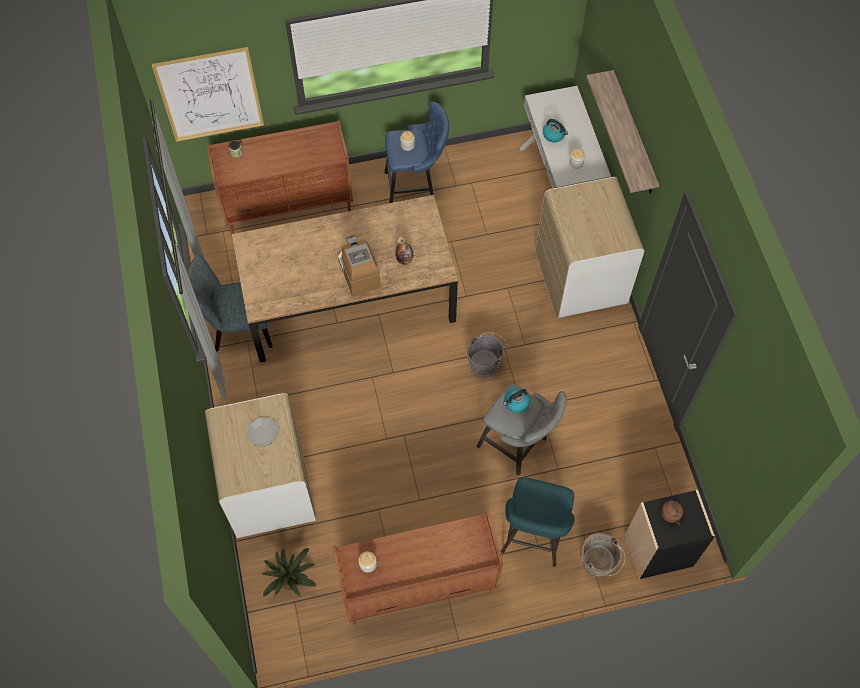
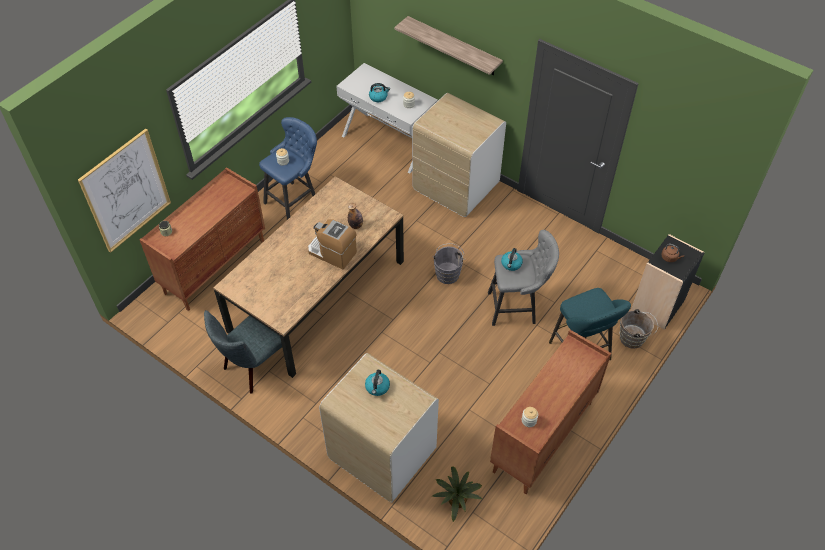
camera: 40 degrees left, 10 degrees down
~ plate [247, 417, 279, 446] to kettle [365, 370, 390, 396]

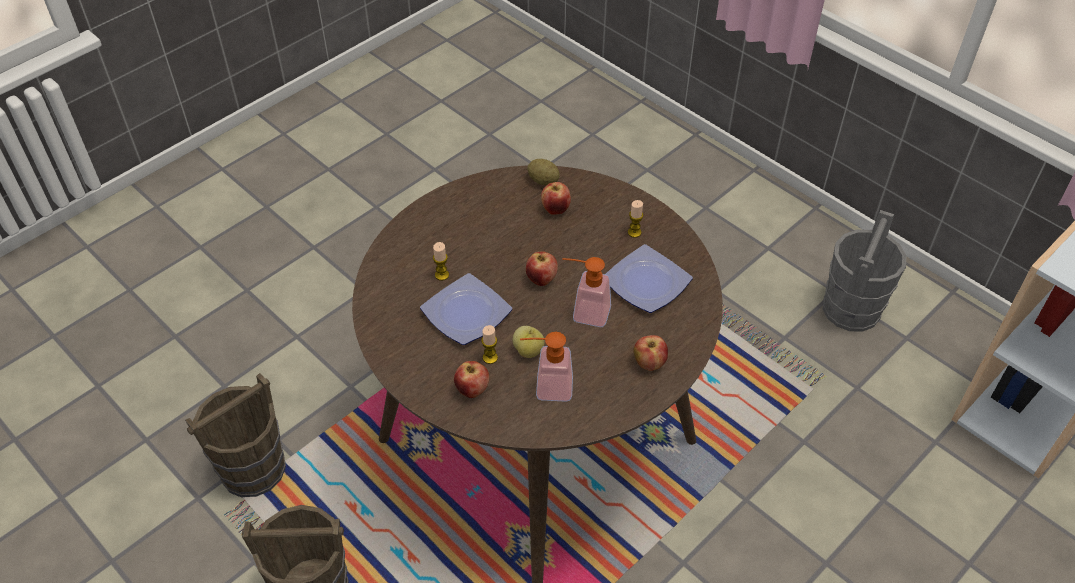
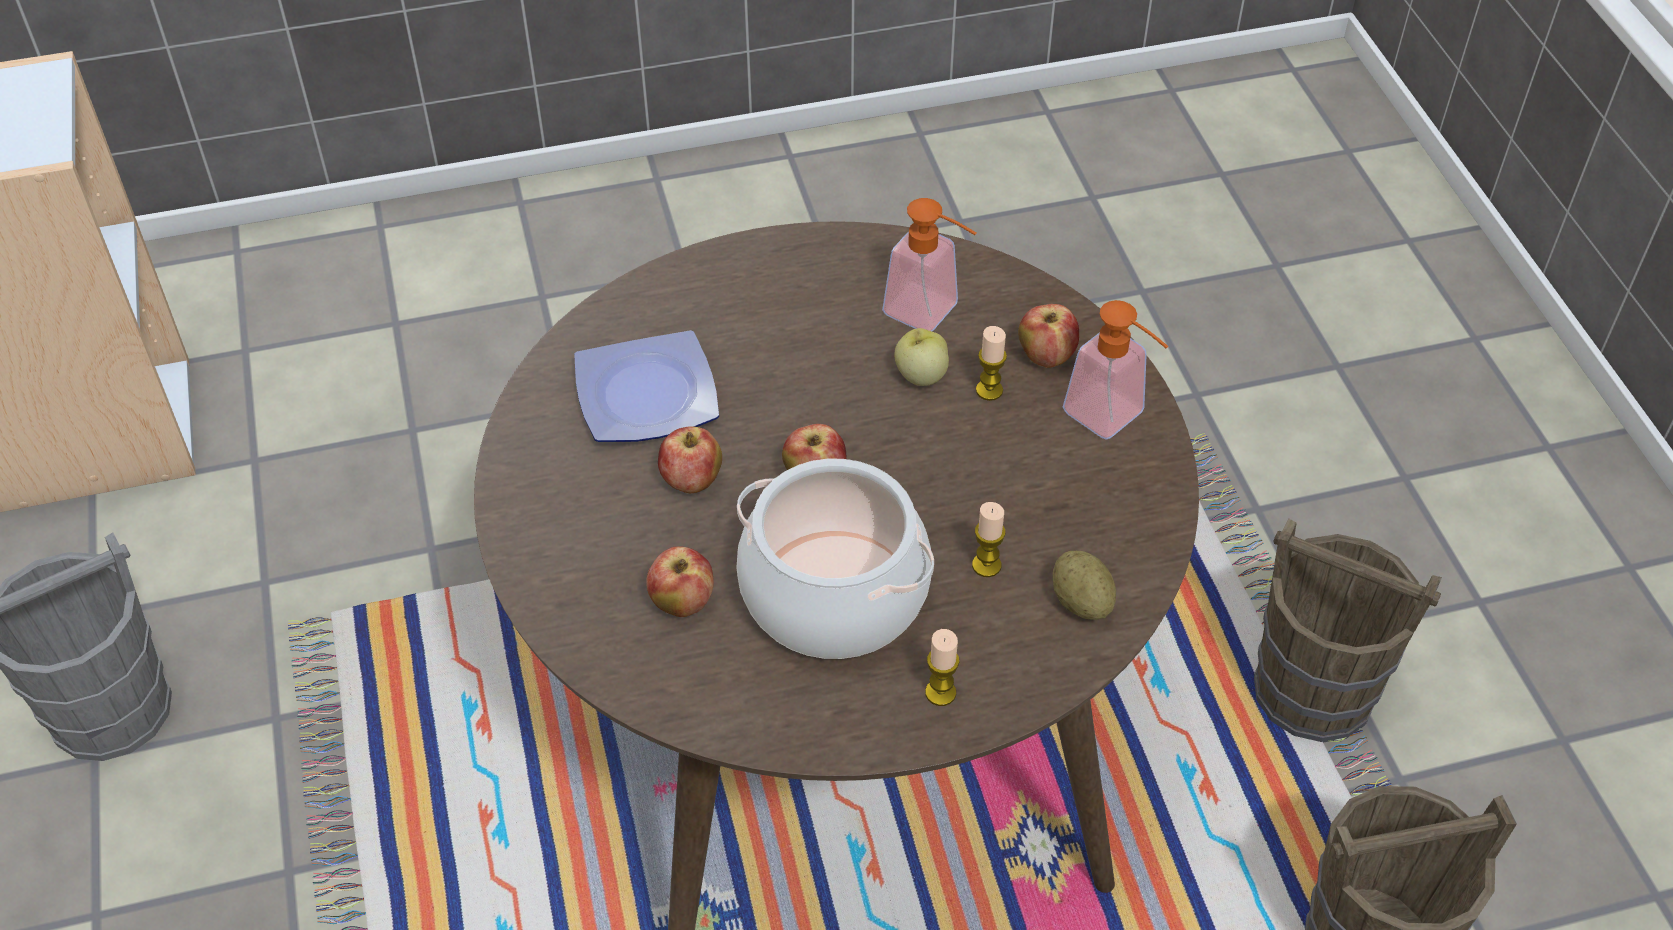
camera: 150 degrees left, 0 degrees up
- plate [420, 273, 512, 345]
~ potato [527, 159, 560, 185] to [1053, 551, 1116, 620]
~ soap dispenser [562, 257, 611, 327] to [1063, 300, 1169, 440]
~ candle [628, 200, 643, 238] to [925, 629, 960, 706]
~ apple [633, 335, 668, 371] to [658, 426, 722, 493]
+ cooking pot [736, 458, 934, 659]

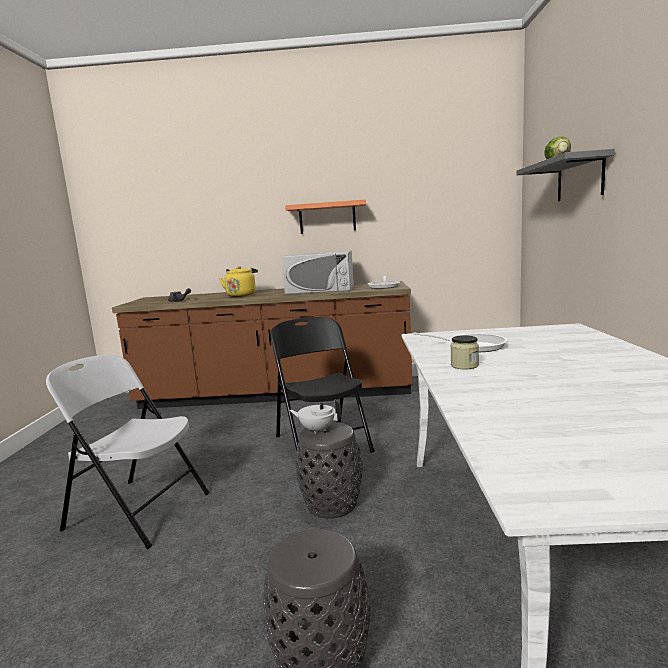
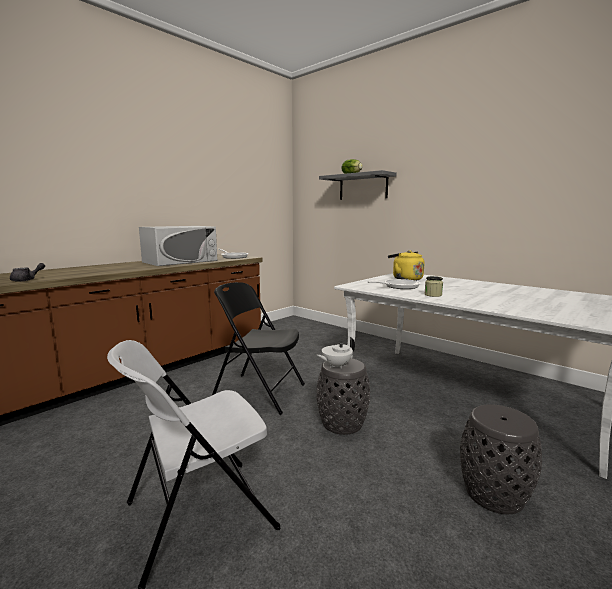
camera: 50 degrees left, 0 degrees up
~ kettle/yellow [219, 266, 258, 297] to [388, 250, 425, 281]
- shelf [285, 199, 366, 234]

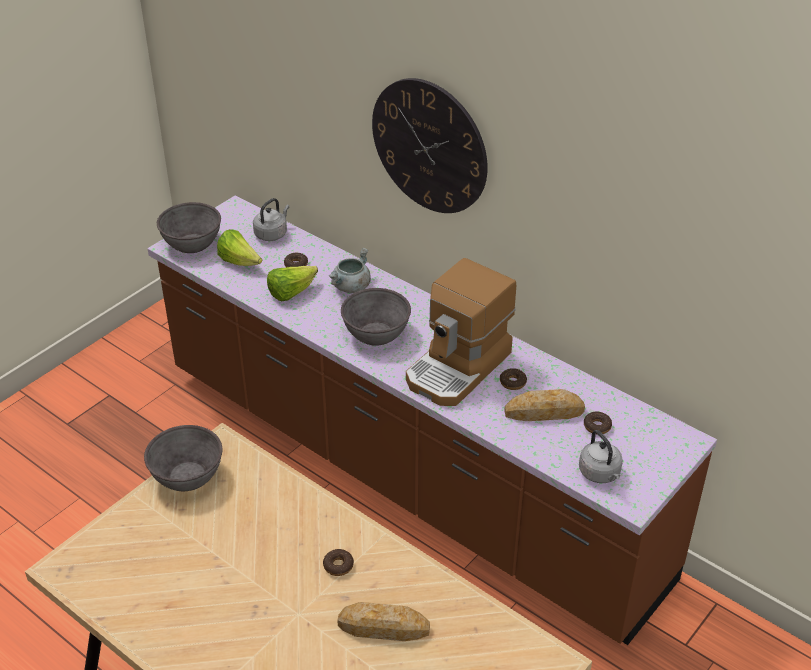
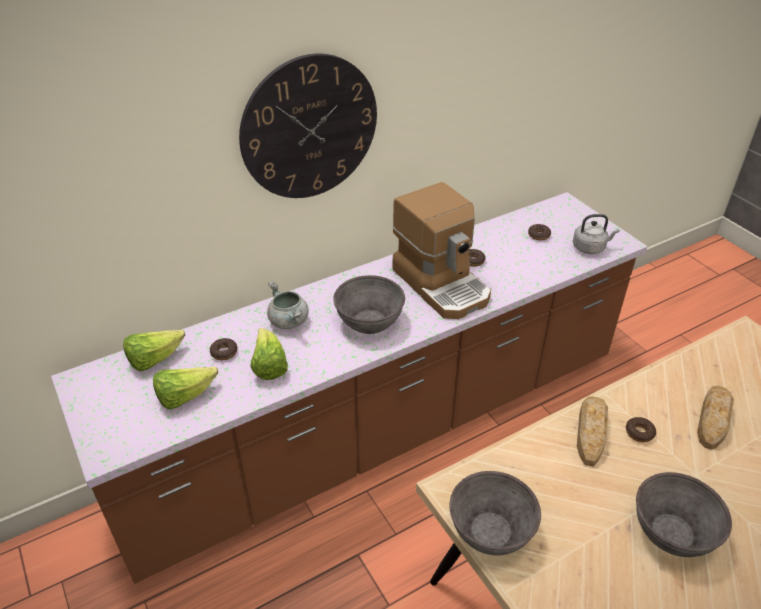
camera: 70 degrees left, 0 degrees up
~ bowl/grey [157, 202, 221, 253] to [636, 472, 732, 557]
~ kettle/grey [253, 198, 289, 241] to lettuce [123, 330, 185, 371]
~ bread [504, 389, 585, 421] to [577, 396, 608, 467]

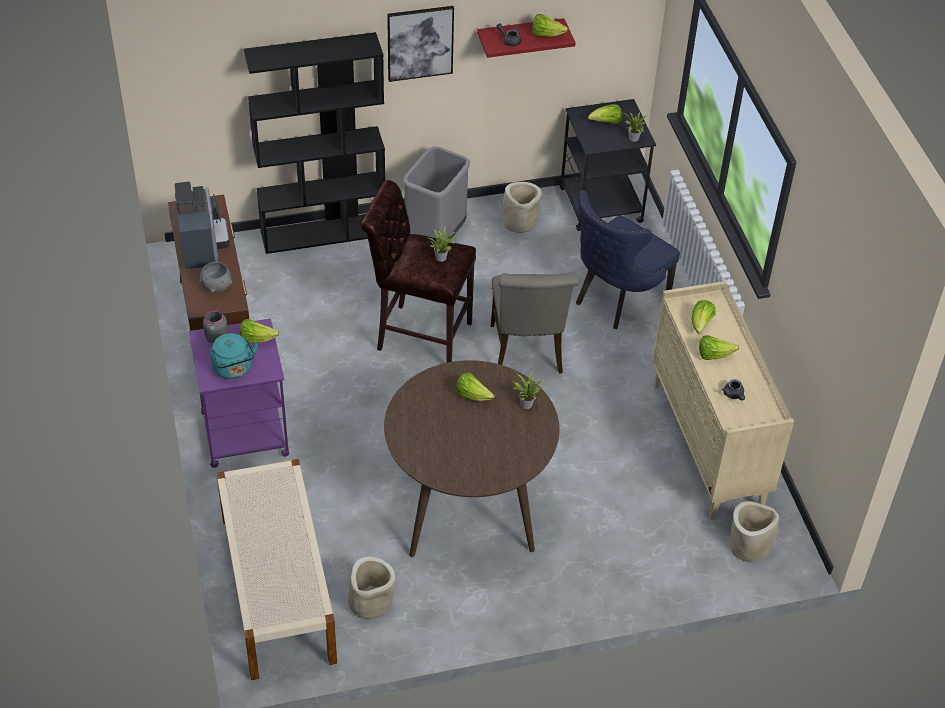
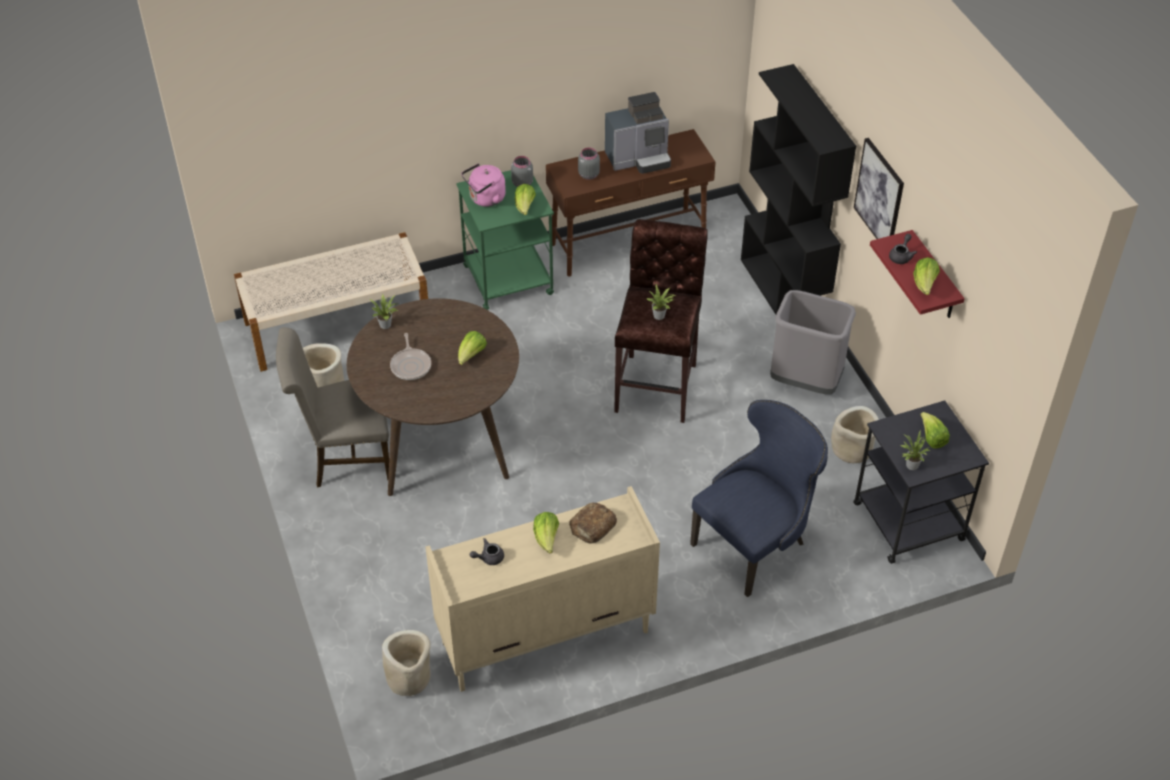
camera: 85 degrees right, 0 degrees up
~ cart/purple [189, 318, 290, 468] to cart/green [456, 170, 554, 310]
~ bowl/grey [200, 262, 233, 293] to jar/grey [578, 148, 600, 180]
~ kettle/turquoise [211, 333, 258, 379] to kettle/pink [461, 163, 506, 207]
~ chair/beige [490, 272, 579, 374] to [276, 327, 389, 488]
~ potted plant [513, 372, 545, 409] to [370, 294, 398, 329]
~ chair/blue [576, 190, 680, 329] = [690, 400, 828, 597] 105 degrees clockwise
~ lettuce [692, 300, 716, 334] to bread [569, 503, 617, 544]
+ frying pan [390, 333, 431, 380]

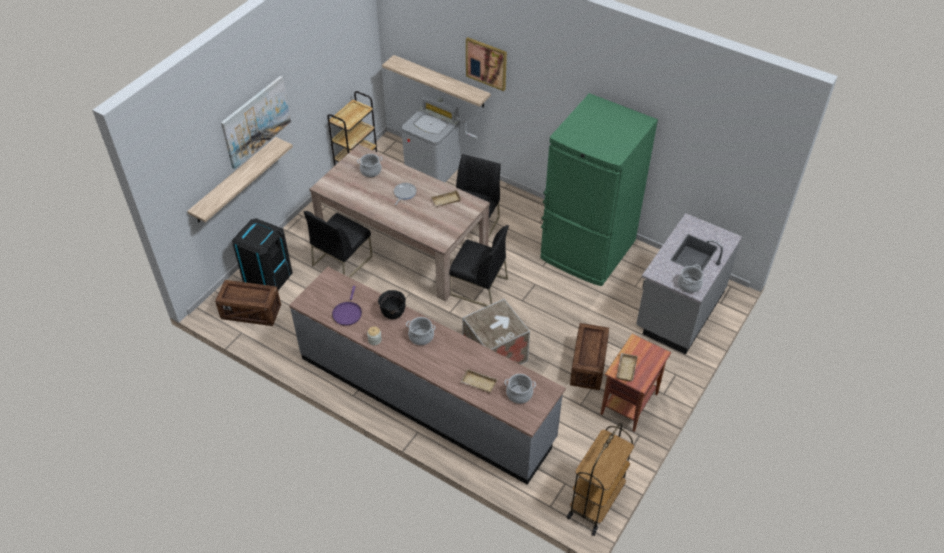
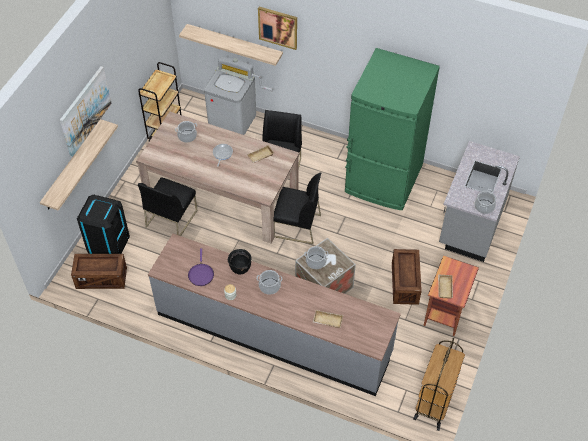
camera: 10 degrees left, 5 degrees up
~ cooking pot [504, 374, 536, 404] to [304, 246, 329, 269]

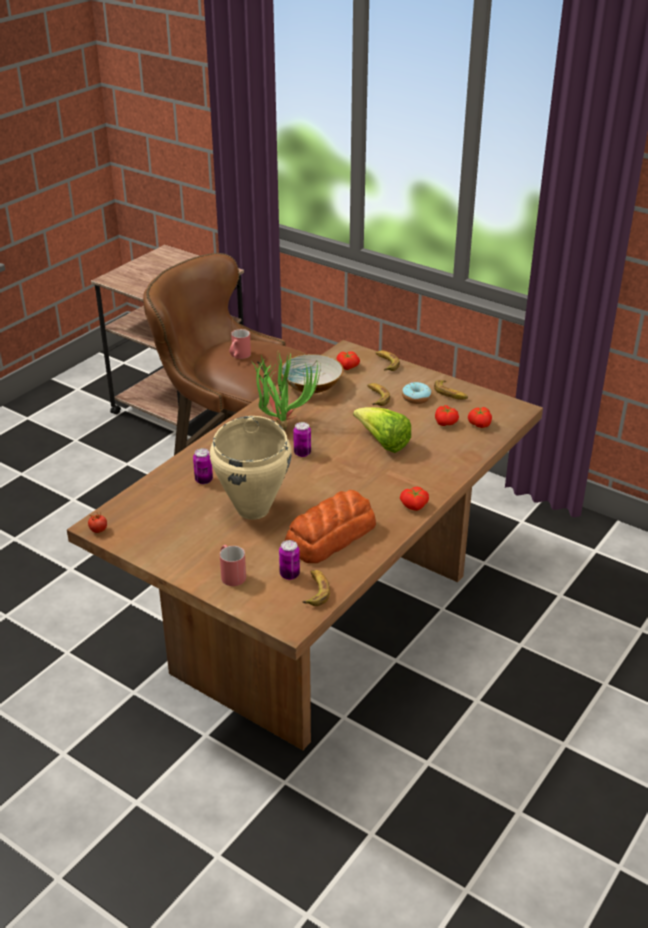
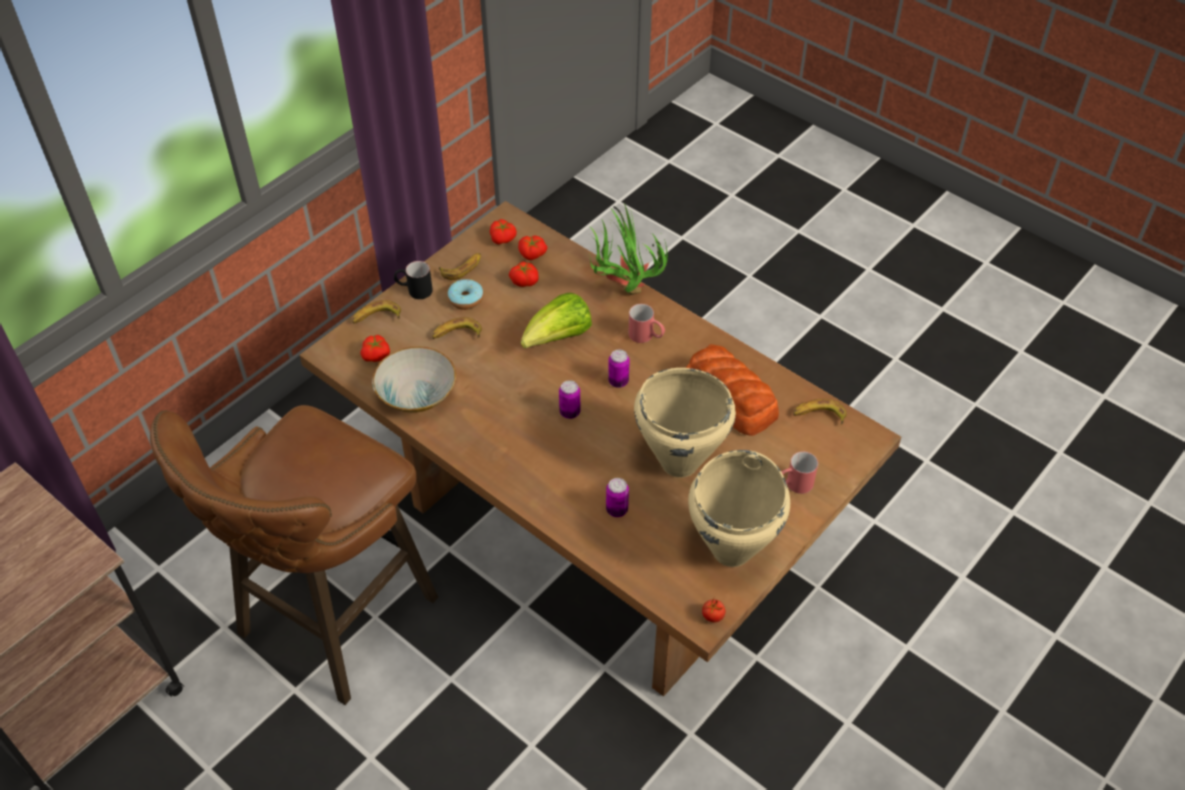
camera: 85 degrees left, 15 degrees up
~ mug/red [229, 329, 251, 359] to [628, 304, 665, 343]
~ potted plant [251, 352, 321, 429] to [589, 202, 668, 295]
~ can [279, 540, 300, 580] to [608, 350, 630, 388]
~ tomato [400, 487, 429, 511] to [490, 219, 517, 244]
+ mug/black [394, 261, 433, 299]
+ cooking pot/beige [688, 450, 790, 567]

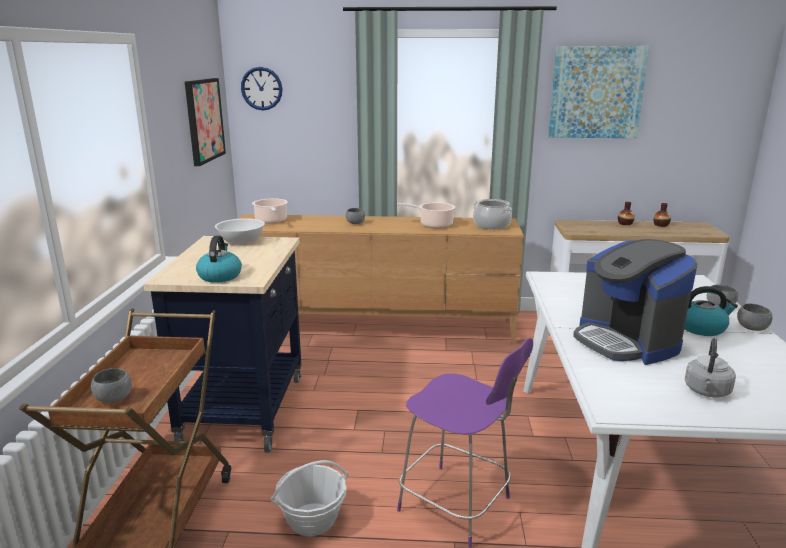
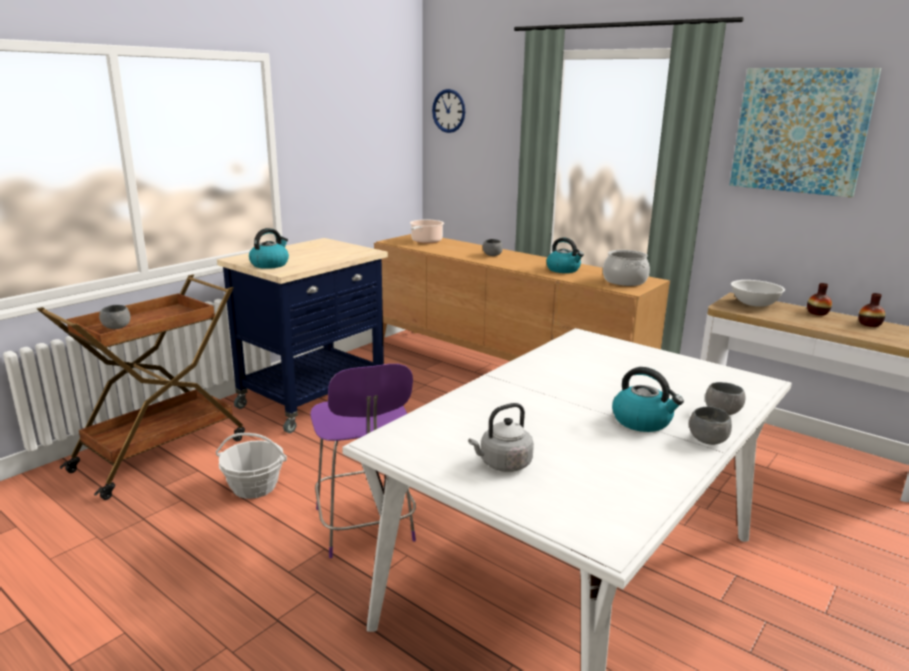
camera: 35 degrees right, 0 degrees up
- picture [185, 78, 226, 166]
~ bowl/white [215, 218, 265, 244] to [731, 280, 785, 307]
~ cooking pot [397, 202, 455, 228] to kettle [546, 237, 584, 273]
- coffee machine [573, 239, 697, 365]

